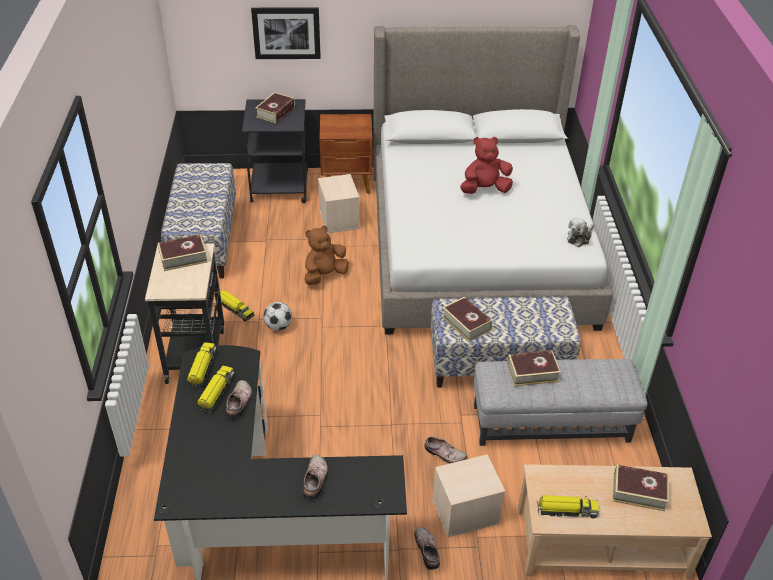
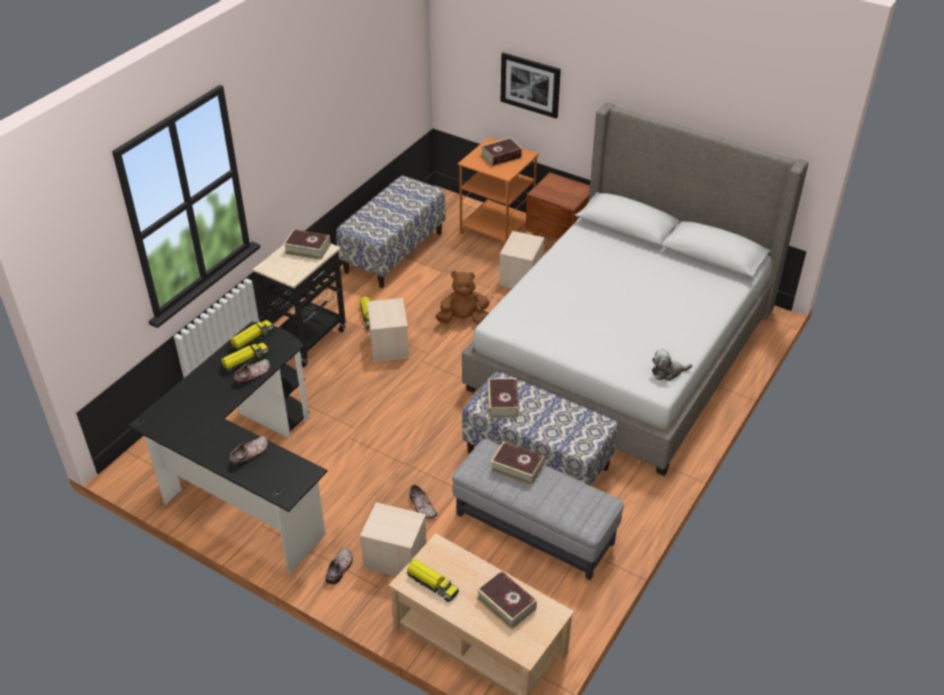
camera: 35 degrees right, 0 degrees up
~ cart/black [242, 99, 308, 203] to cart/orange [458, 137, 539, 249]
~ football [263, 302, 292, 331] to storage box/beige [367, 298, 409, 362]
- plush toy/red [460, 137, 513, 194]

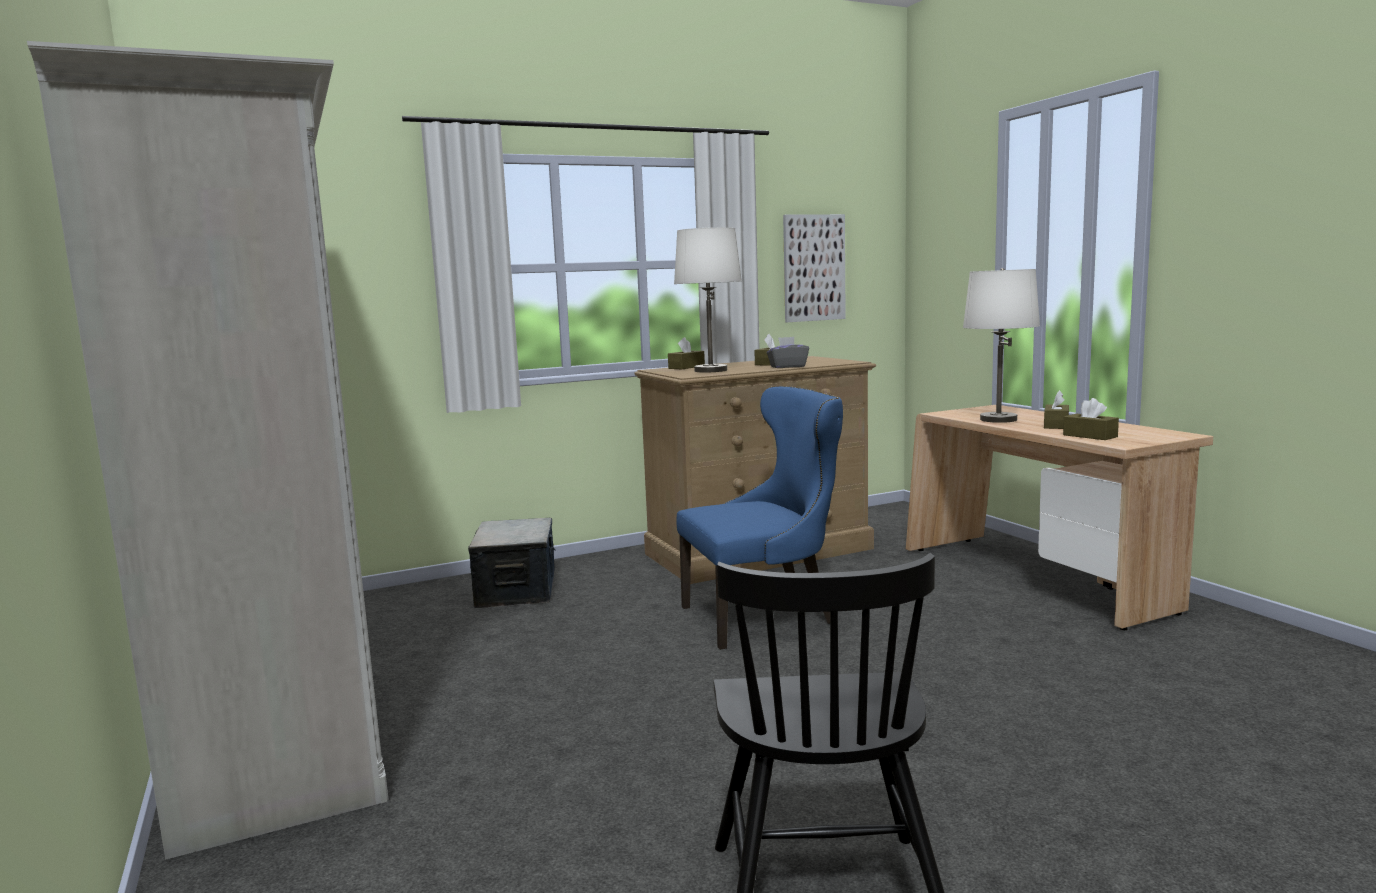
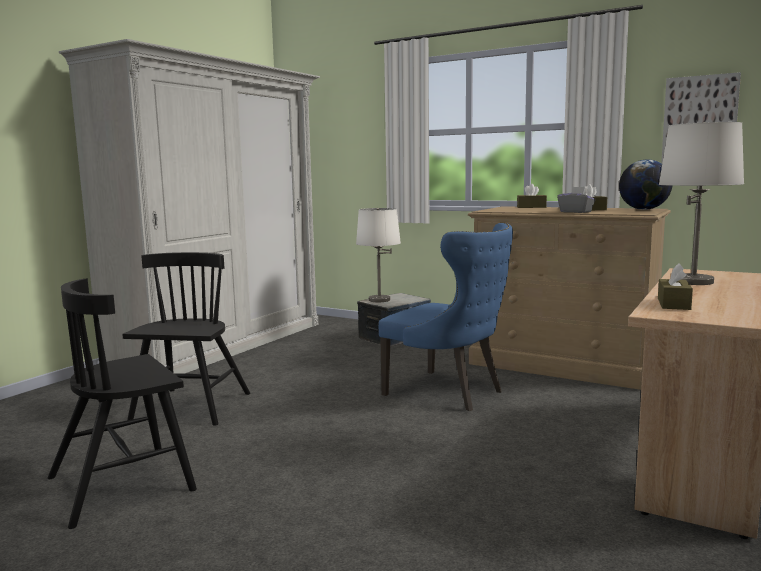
camera: 55 degrees right, 0 degrees up
~ table lamp/white [674, 227, 742, 373] to [356, 208, 401, 302]
- tissue box/brown [1044, 390, 1069, 429]
+ chair/black [122, 252, 251, 426]
+ globe [619, 160, 672, 210]

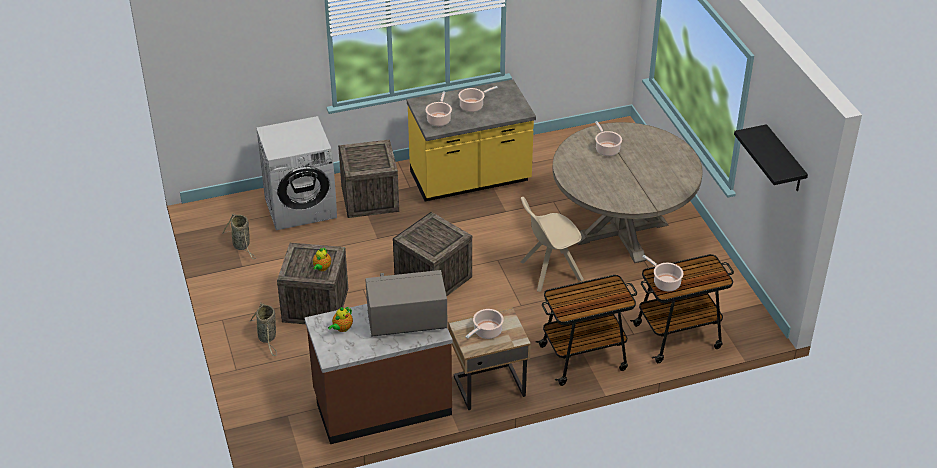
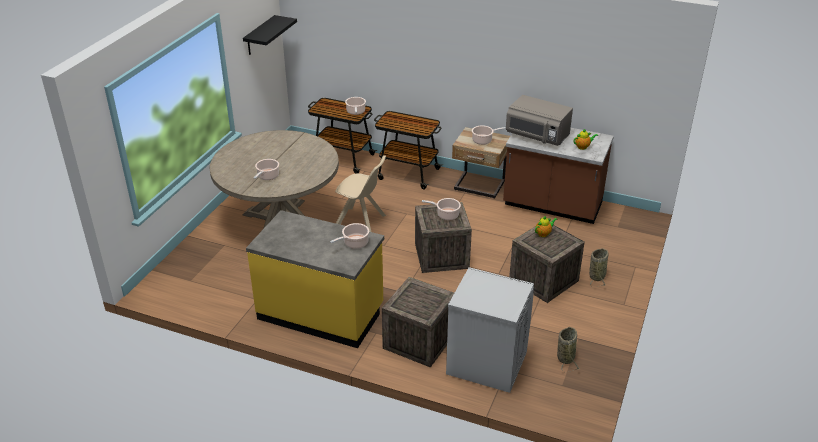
camera: 140 degrees left, 5 degrees down
~ cooking pot [458, 86, 498, 112] to [422, 198, 461, 220]

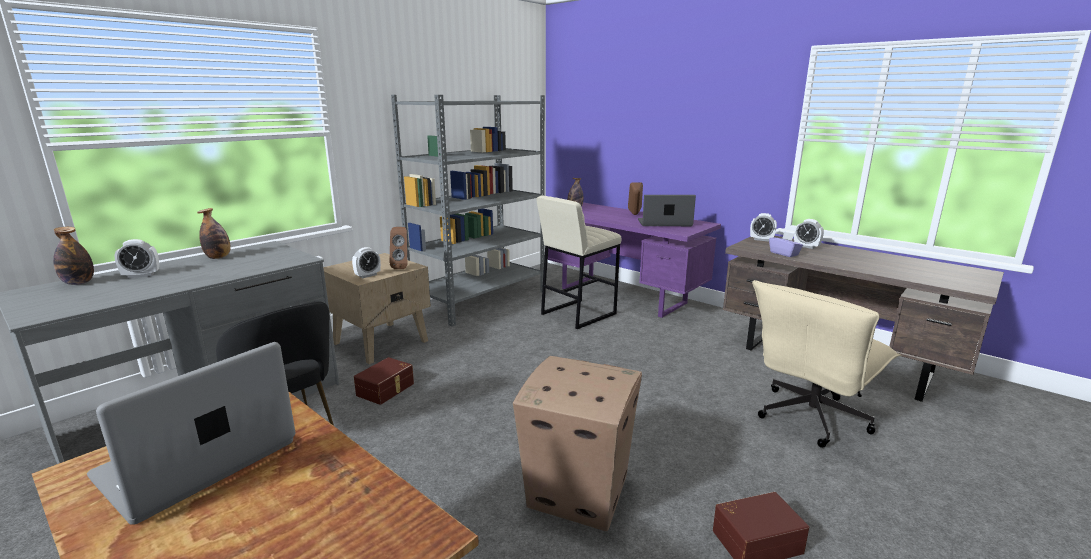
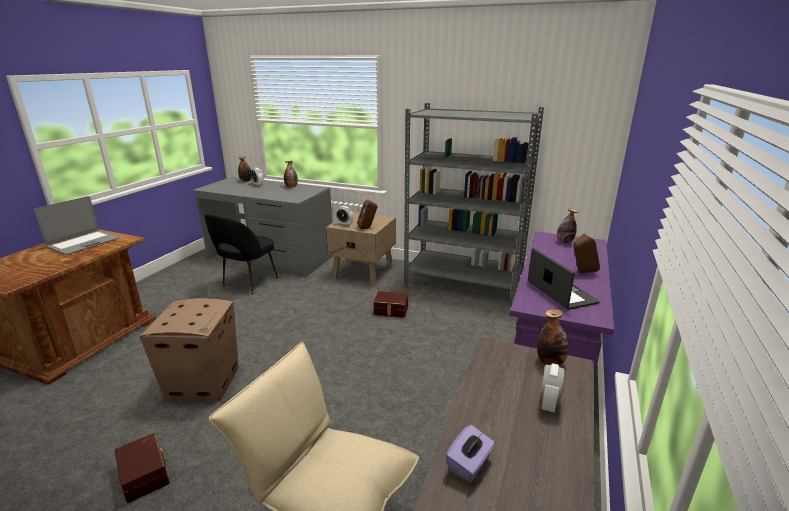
camera: 70 degrees right, 5 degrees up
~ laptop [87, 342, 295, 525] = [34, 196, 119, 255] 105 degrees clockwise
~ storage box/brown [354, 357, 414, 405] to [373, 291, 408, 318]
- stool/beige [536, 195, 621, 329]
~ alarm clock [750, 213, 777, 242] to bottle [537, 309, 568, 366]
~ tissue box/purple [769, 231, 803, 257] to [446, 425, 495, 483]

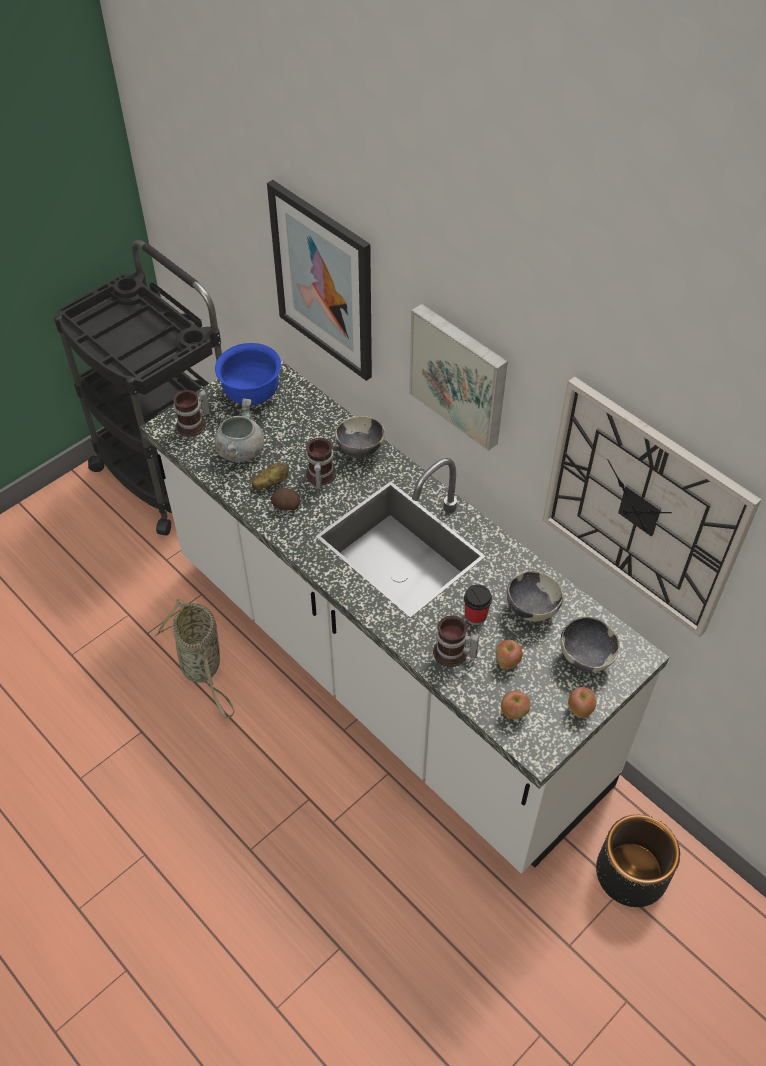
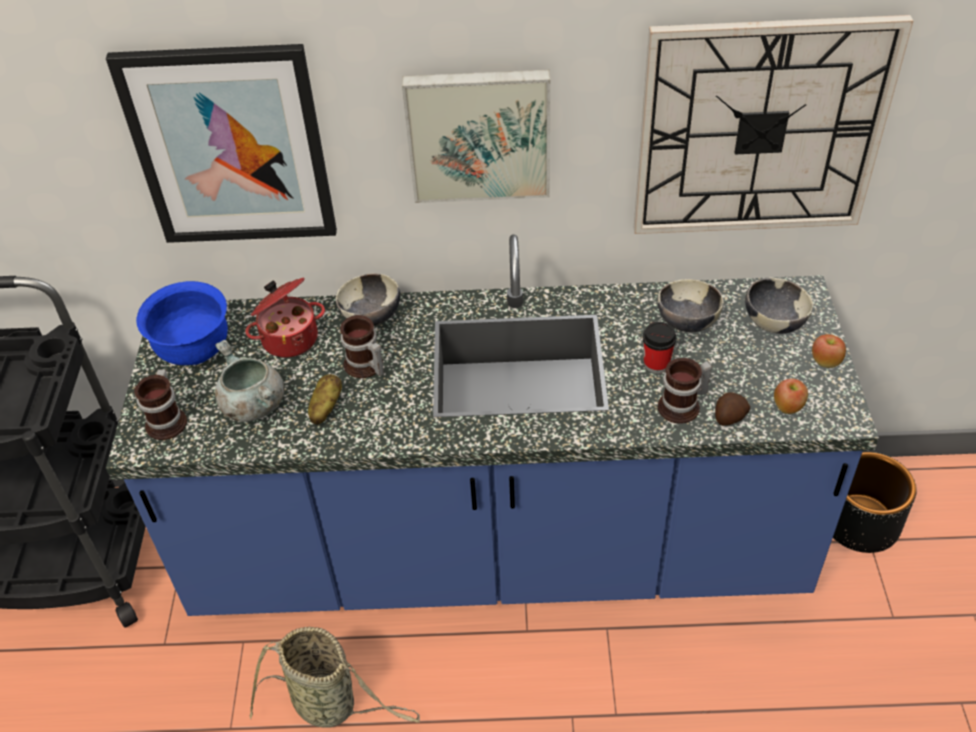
camera: 45 degrees left, 5 degrees down
~ counter/white [140, 360, 669, 874] to counter/blue [106, 234, 879, 616]
~ potato [271, 487, 300, 510] to [715, 392, 750, 426]
- apple [496, 640, 523, 669]
+ cooking pot [245, 277, 325, 358]

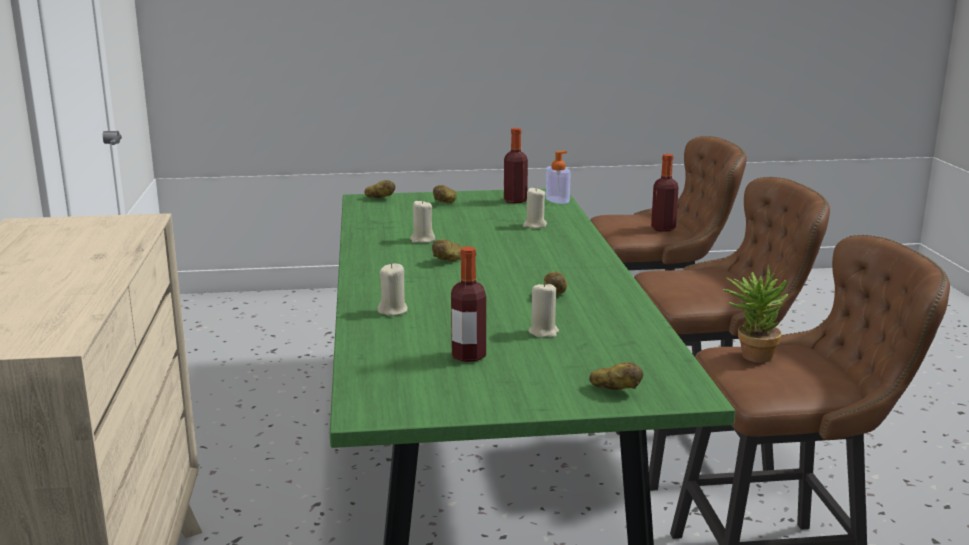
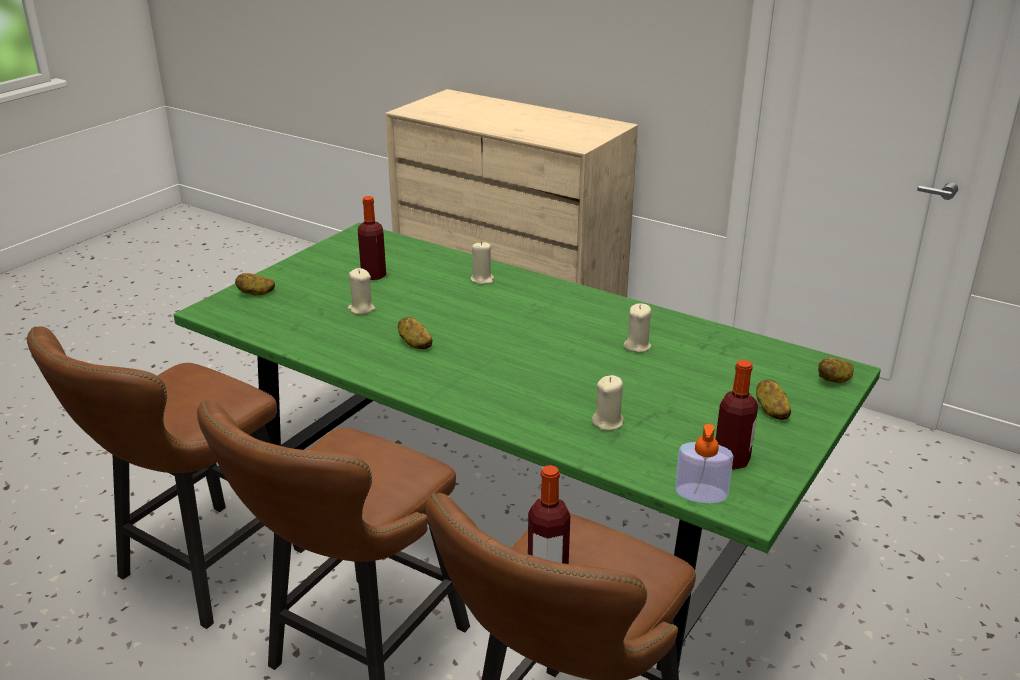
camera: 130 degrees right, 10 degrees up
- potato [432, 239, 463, 261]
- potted plant [723, 264, 789, 363]

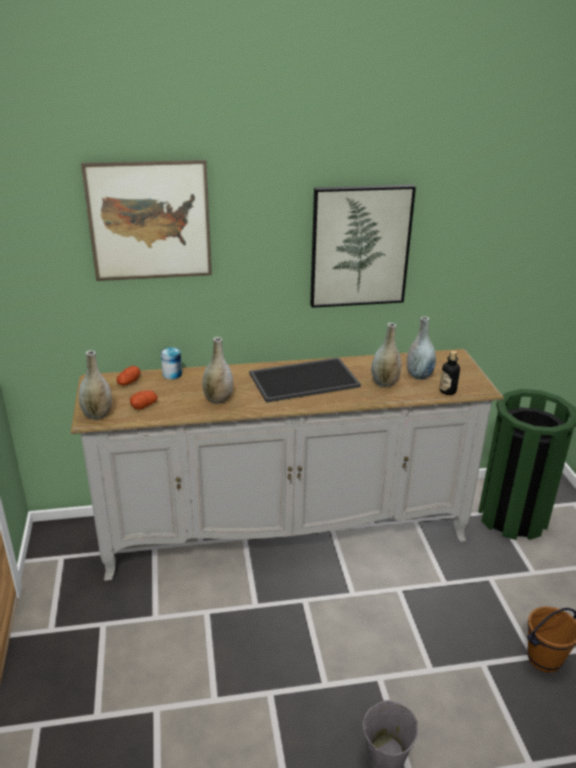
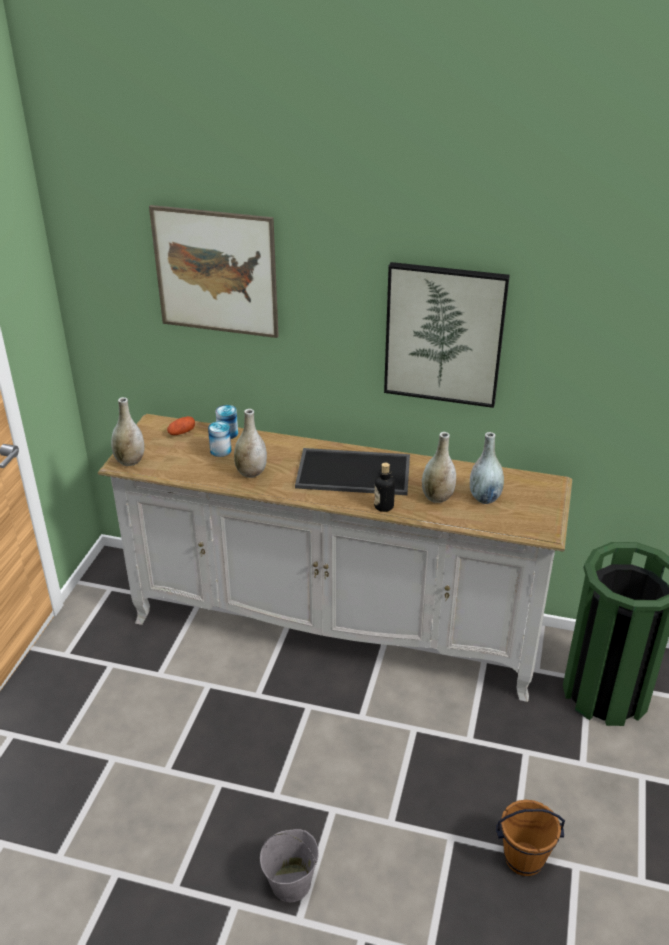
camera: 25 degrees right, 5 degrees up
- potato [130, 390, 158, 410]
~ bottle [440, 351, 460, 395] to [374, 462, 395, 512]
+ can [208, 421, 232, 457]

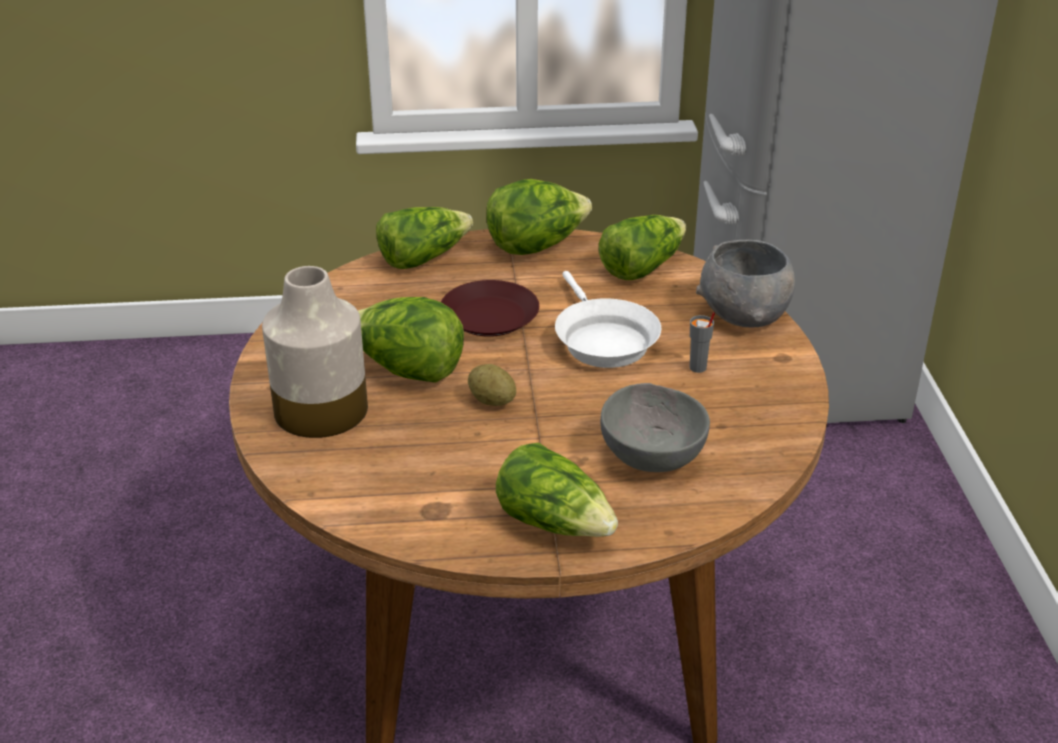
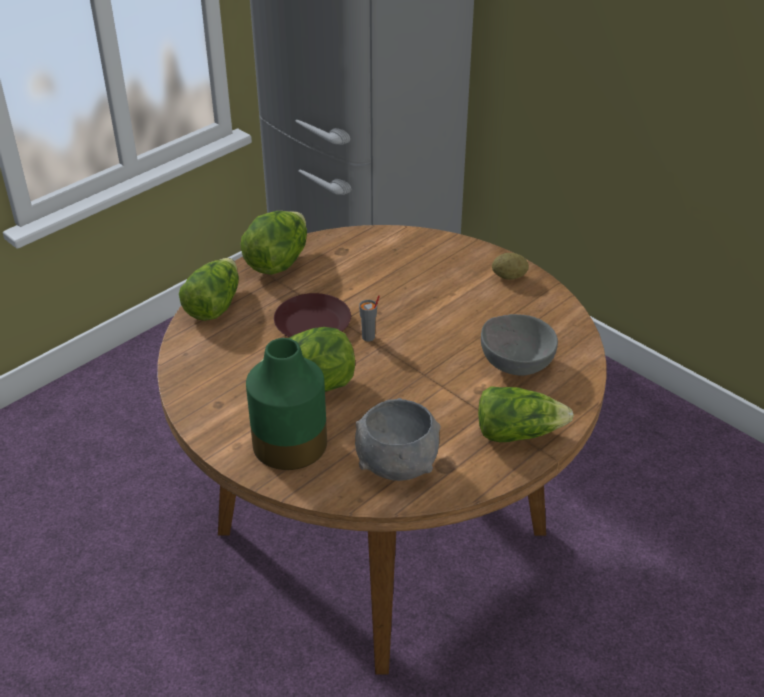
camera: 40 degrees left, 5 degrees up
~ vase/beige [262, 266, 368, 438] to vase/green [246, 338, 327, 470]
~ potato [468, 364, 516, 406] to [492, 253, 529, 280]
- frying pan/white [555, 271, 661, 368]
- lettuce [599, 215, 686, 280]
~ cup/grey [689, 312, 715, 373] to [359, 295, 380, 342]
~ bowl/grey [696, 240, 795, 327] to [355, 398, 441, 481]

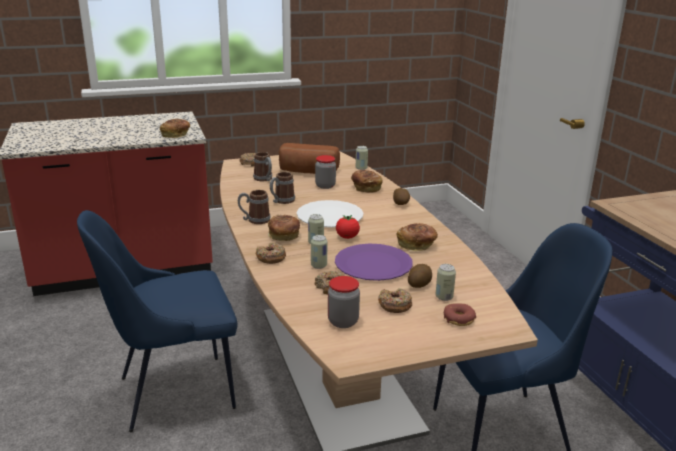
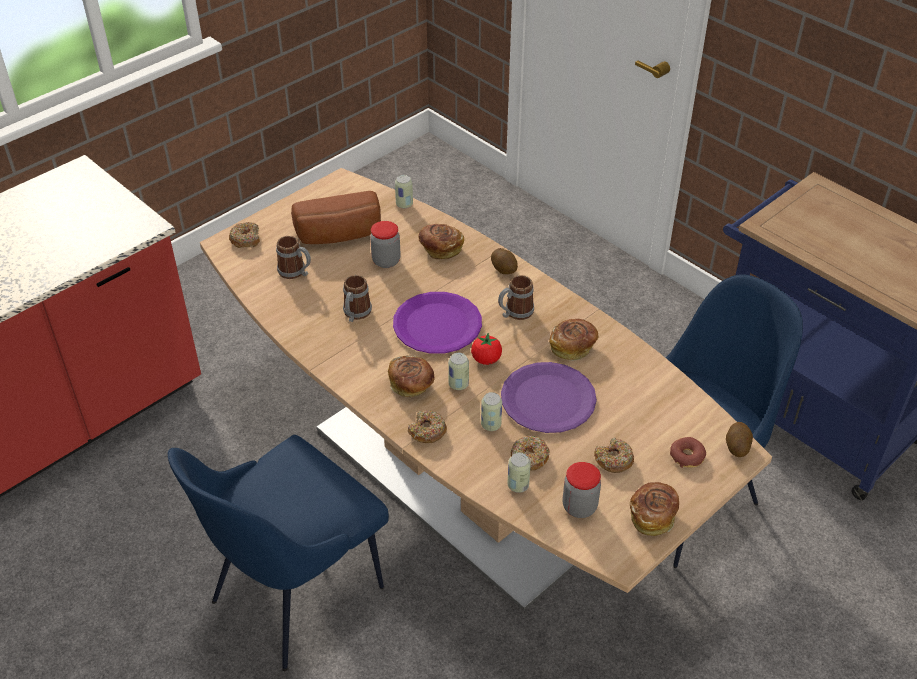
camera: 25 degrees left, 20 degrees up
~ bread [160, 119, 190, 138] to [630, 482, 679, 536]
~ mug [238, 190, 271, 224] to [498, 275, 534, 320]
~ plate/white [297, 200, 364, 228] to plate/purple [393, 292, 482, 354]
~ potato [408, 264, 432, 288] to [726, 422, 753, 457]
~ can [435, 264, 456, 301] to [508, 453, 531, 493]

